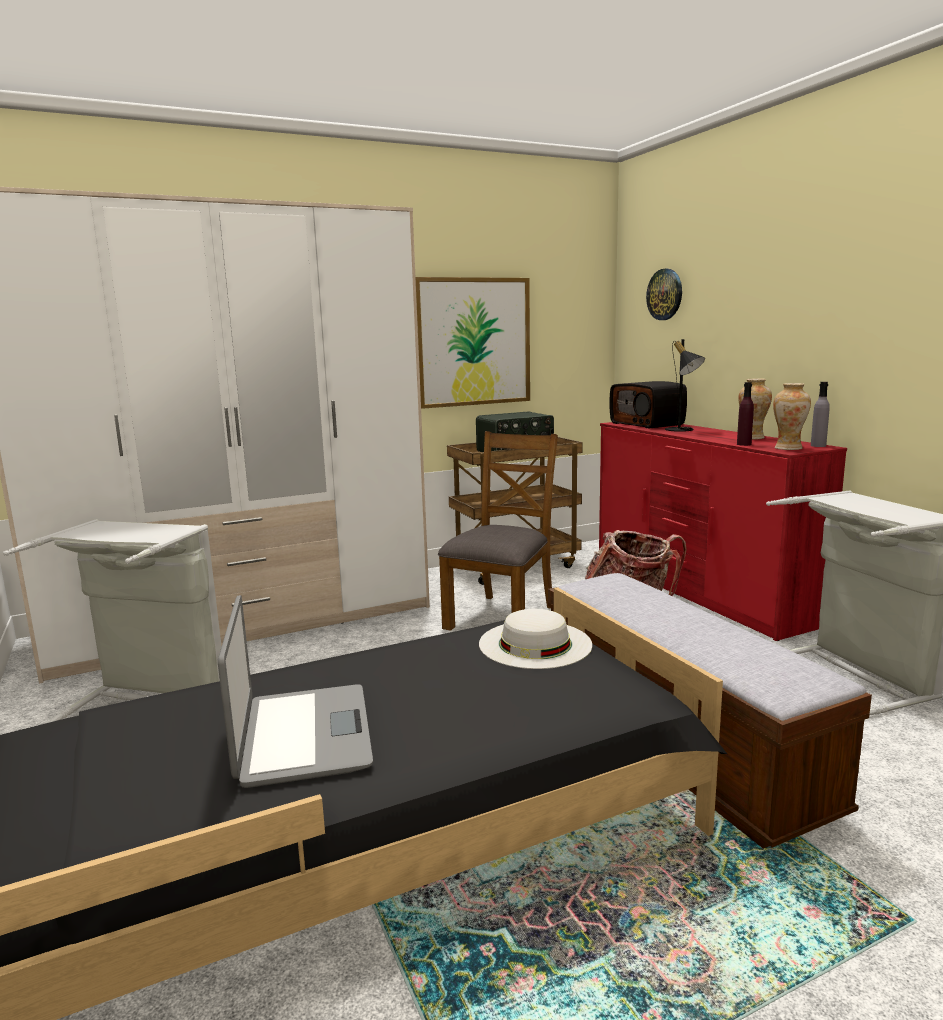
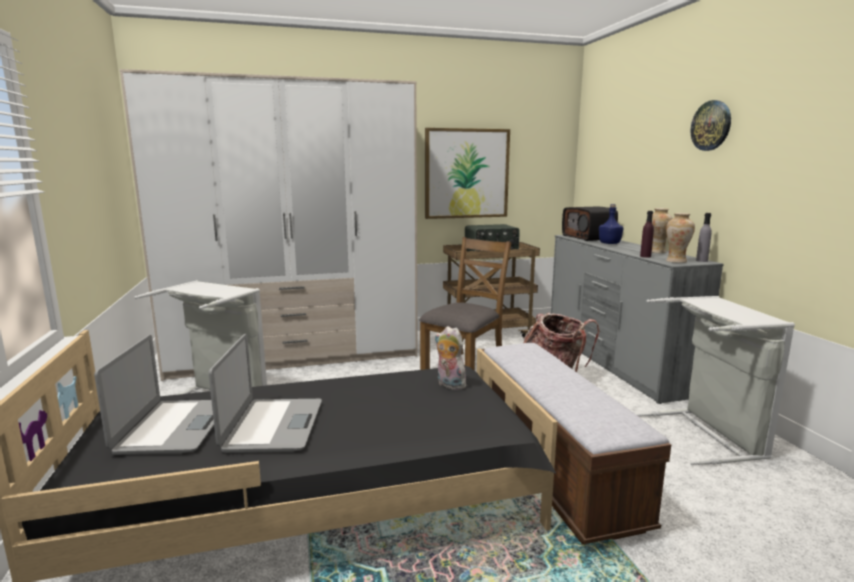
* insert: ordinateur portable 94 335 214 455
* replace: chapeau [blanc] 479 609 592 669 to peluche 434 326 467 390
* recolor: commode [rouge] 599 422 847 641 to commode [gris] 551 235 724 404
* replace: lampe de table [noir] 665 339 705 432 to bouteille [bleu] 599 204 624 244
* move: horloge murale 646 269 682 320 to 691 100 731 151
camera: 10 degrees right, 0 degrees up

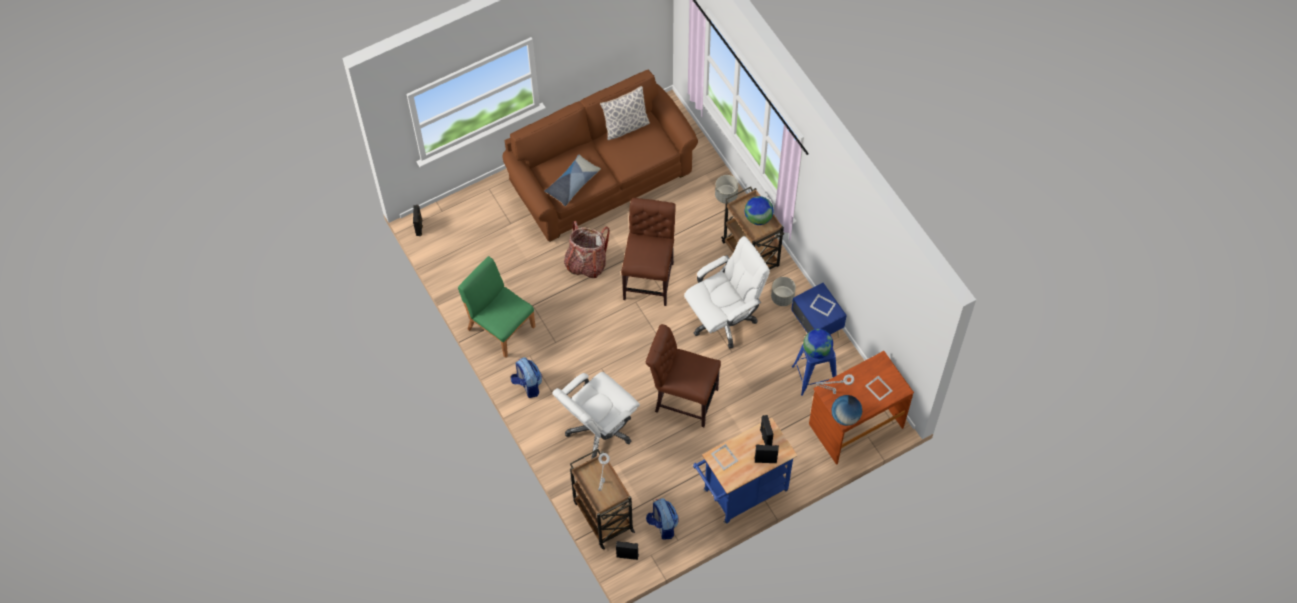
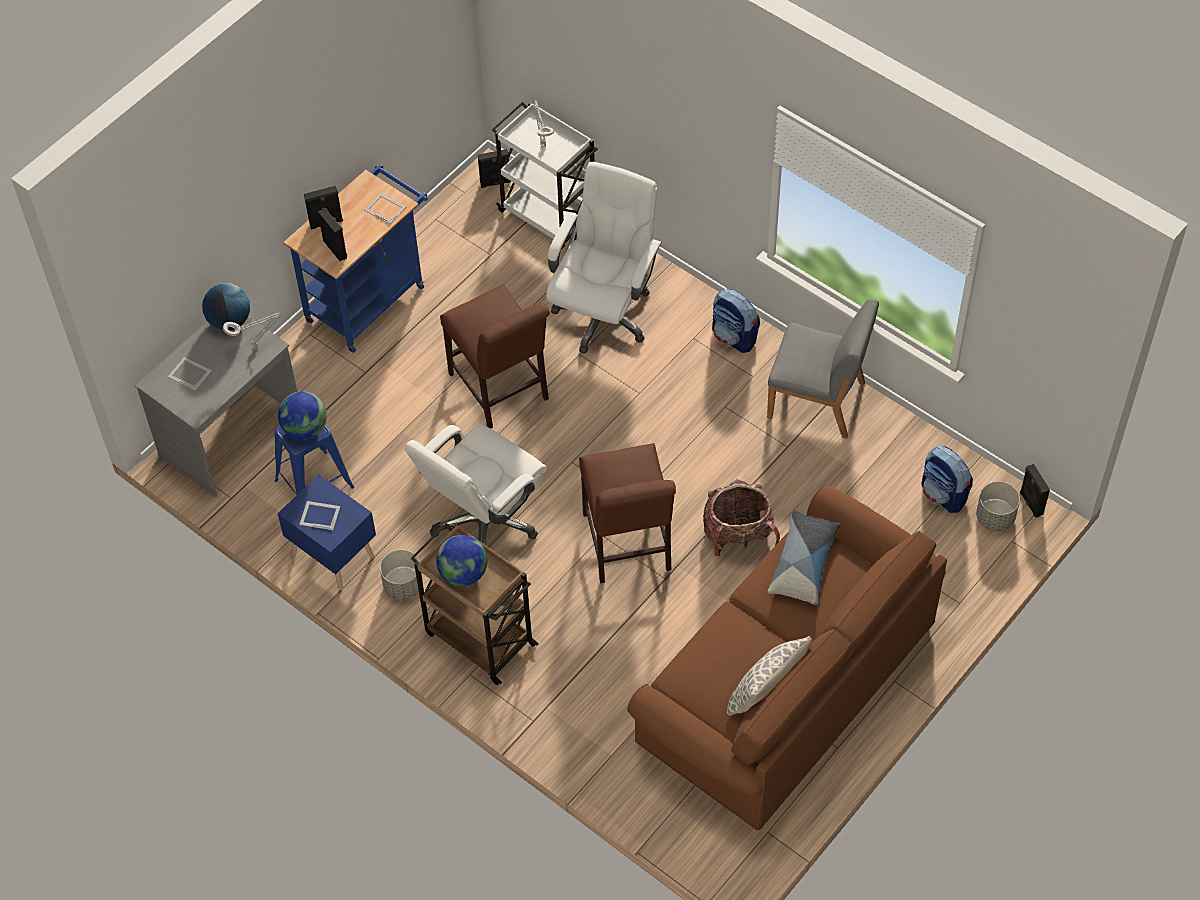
* recolor: bureau [marron] 809 351 914 465 to bureau [gris] 135 316 297 497
* rotate: chaise [marron] 646 324 721 427 = 440 284 550 429 60 degrees clockwise
* recolor: chariot [marron] 570 449 635 550 to chariot [blanc] 492 101 598 249
* recolor: chaise [vert] 458 256 535 358 to chaise [gris] 767 299 879 439
* move: sac à dos 646 498 679 540 to 921 445 973 513
* move: cache-pot [gris] 715 175 738 204 to 976 481 1020 531
camera: 160 degrees right, 5 degrees down

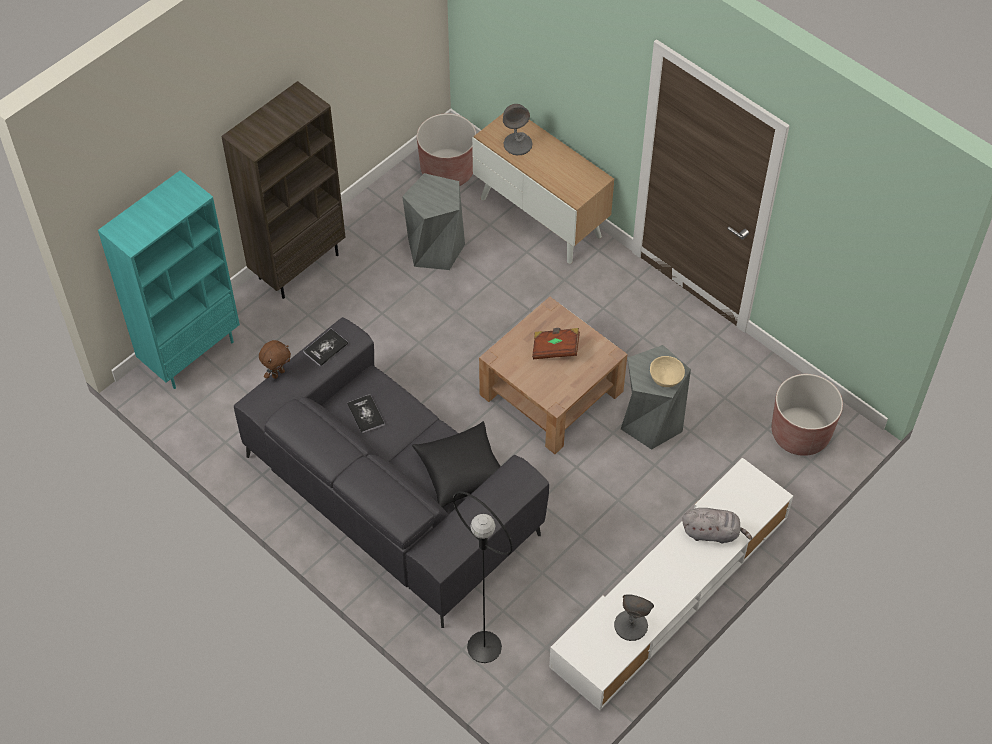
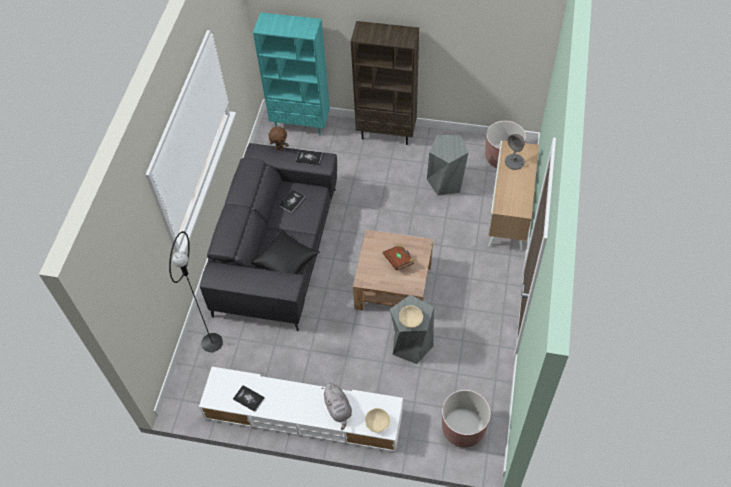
* replace: lampe de table [gris] 614 594 654 641 to livre 233 385 265 412
* insert: bol [beige] 365 408 390 433
camera: 60 degrees right, 0 degrees up

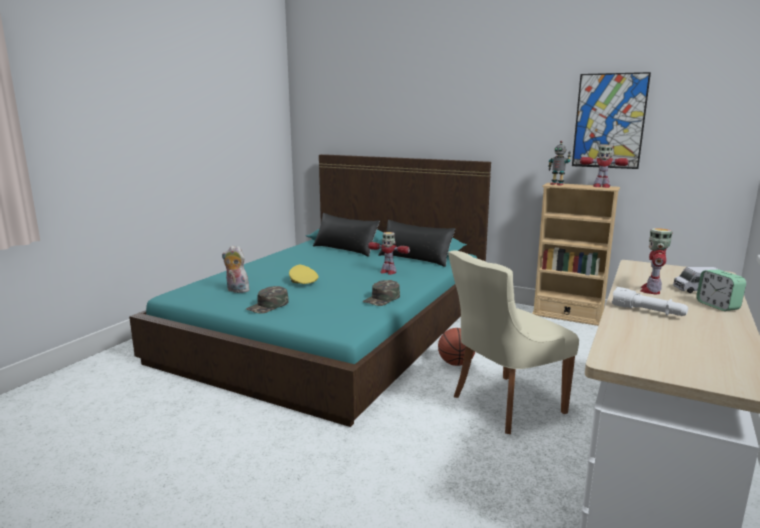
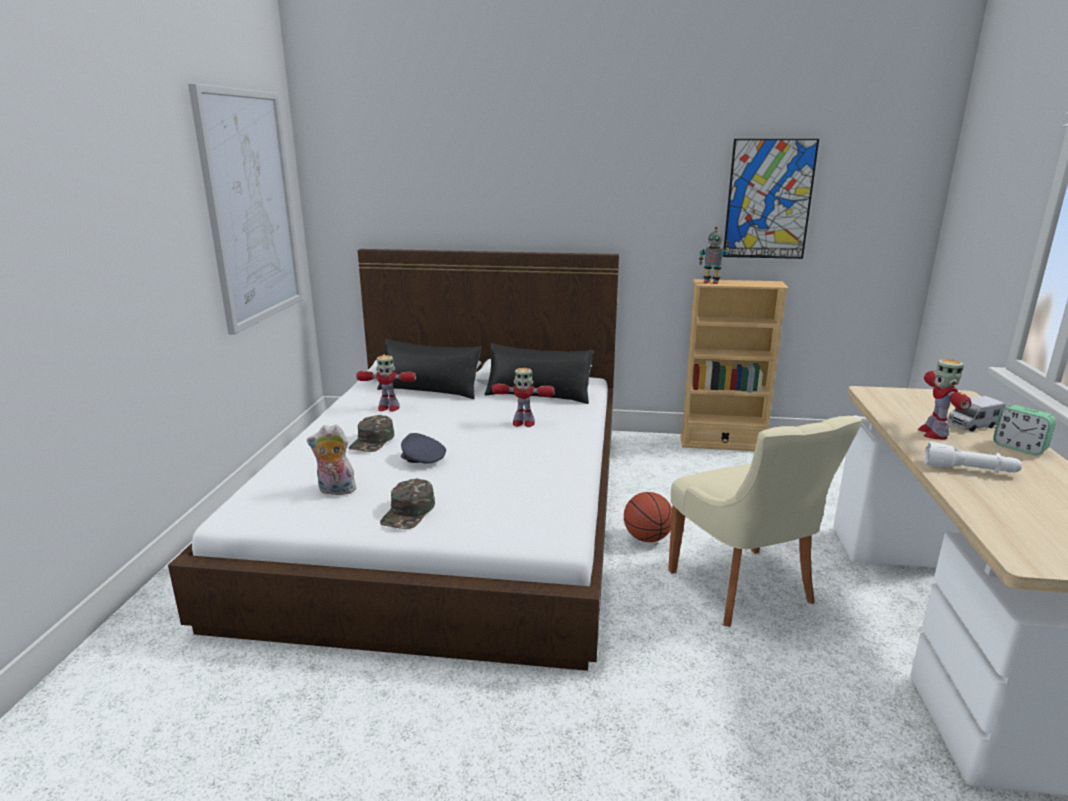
* recolor: lit [turquoise] 129 154 491 427 to lit [blanc] 168 249 619 671
* insert: tableau 188 83 303 335
* move: casquette [vert] 363 280 400 306 to 349 415 394 452
* move: robot jouet 580 145 628 188 to 356 355 416 412
* recolor: casquette [jaune] 289 264 318 284 to casquette [gris] 401 433 446 464
* rotate: chaise [beige] 448 251 579 434 = 668 416 862 627 60 degrees counterclockwise
camera: 20 degrees left, 5 degrees up

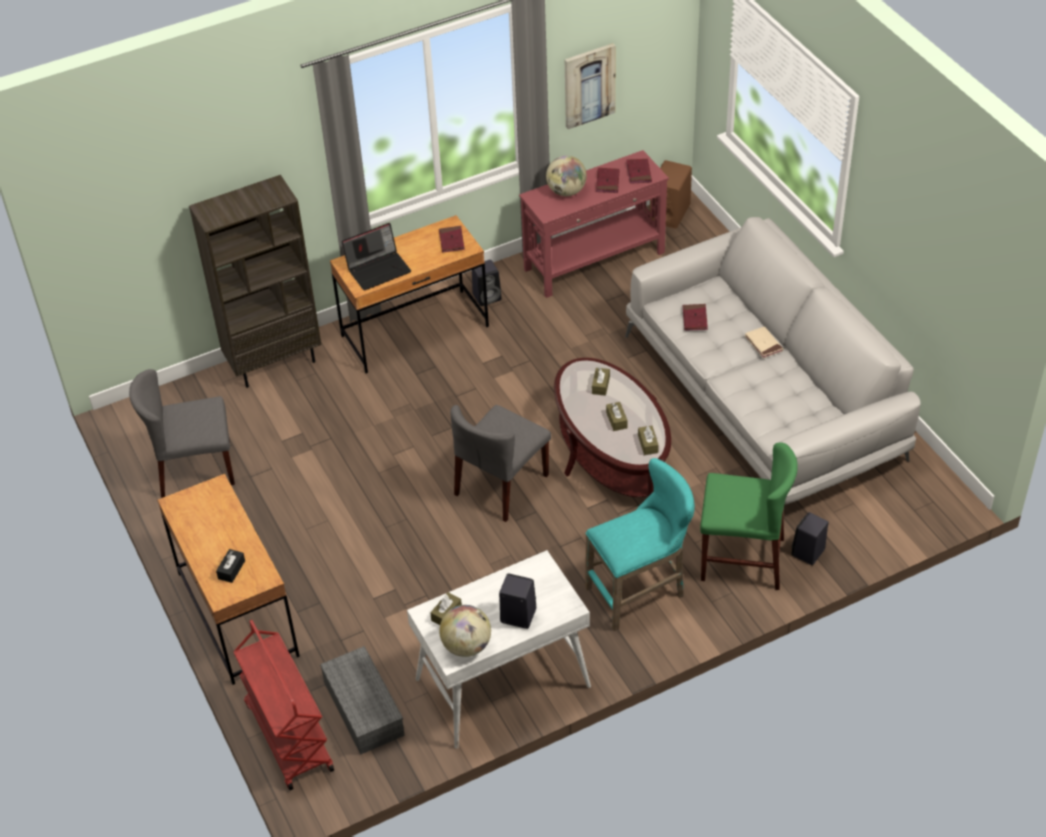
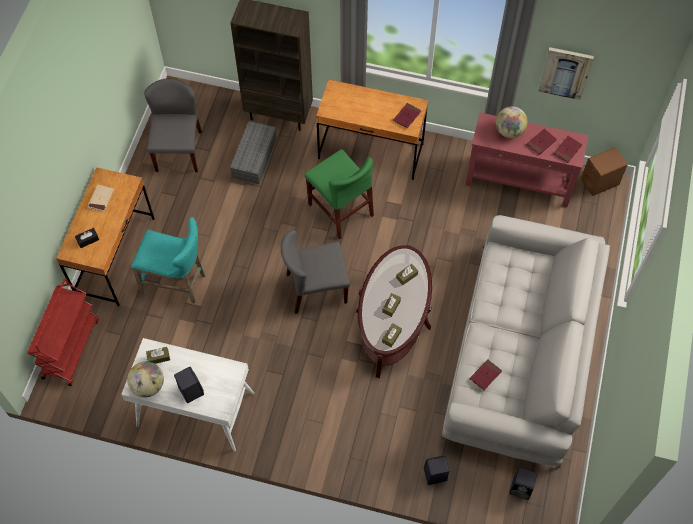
* move: livre [beige] 745 326 783 358 to 87 184 114 212
* move: tabouret [turquoise] 585 458 695 631 to 131 217 205 304
* rotate: chaise [gris] 129 369 235 498 = 144 78 202 172 60 degrees clockwise
* move: boîte de rangement [gris] 320 646 405 755 to 230 121 277 184
* move: chaise [vert] 700 442 798 590 to 305 149 374 239
* move: livre [rouge] 683 304 708 331 to 470 359 502 390
* move: enceinte [noir] 472 260 502 306 to 509 468 537 500
* delete: ordinateur portable 342 223 411 290
camera: 40 degrees right, 15 degrees up

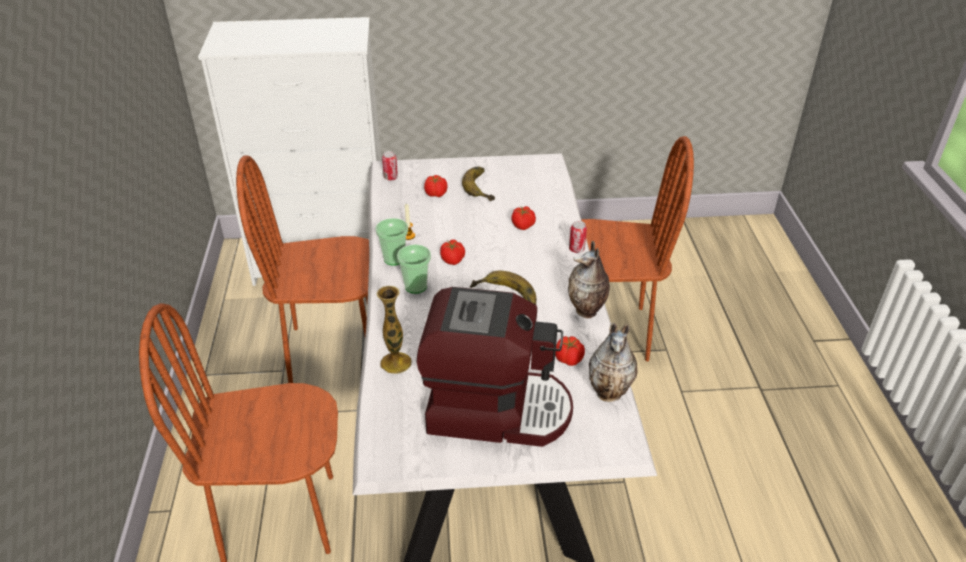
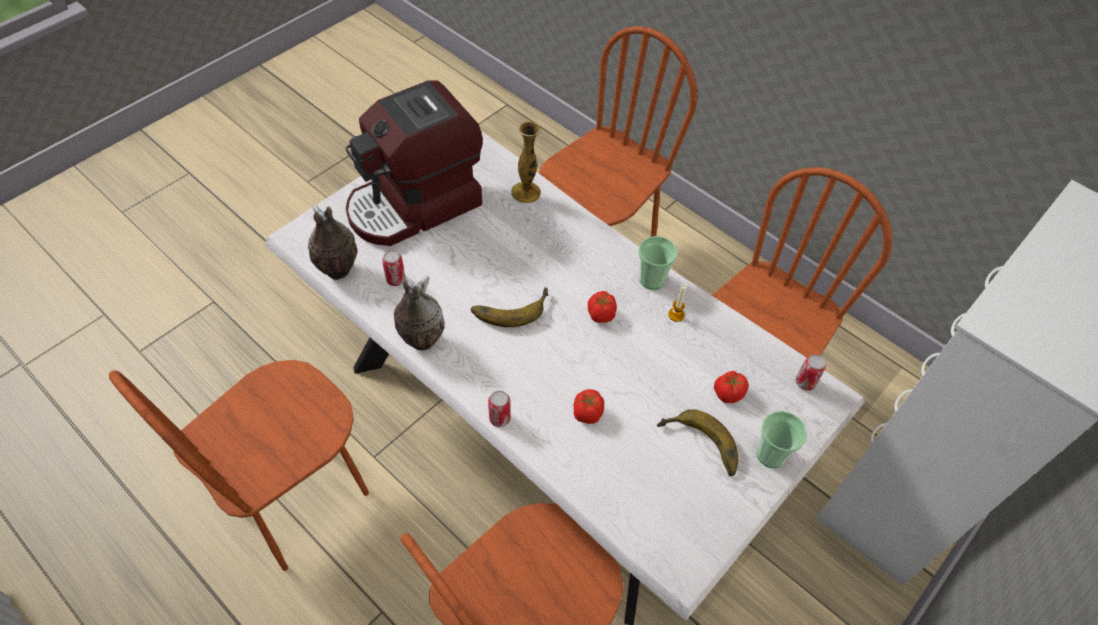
* insert: chaise [marron] 109 360 369 571
* replace: tomate 555 336 585 366 to boîte métallique 382 250 405 286
* move: tasse 397 244 431 294 to 757 411 807 468
camera: 135 degrees right, 15 degrees up

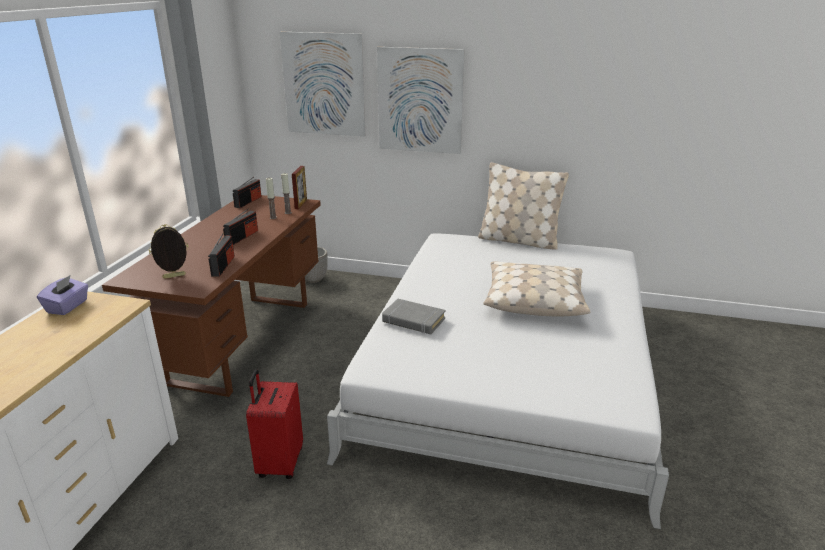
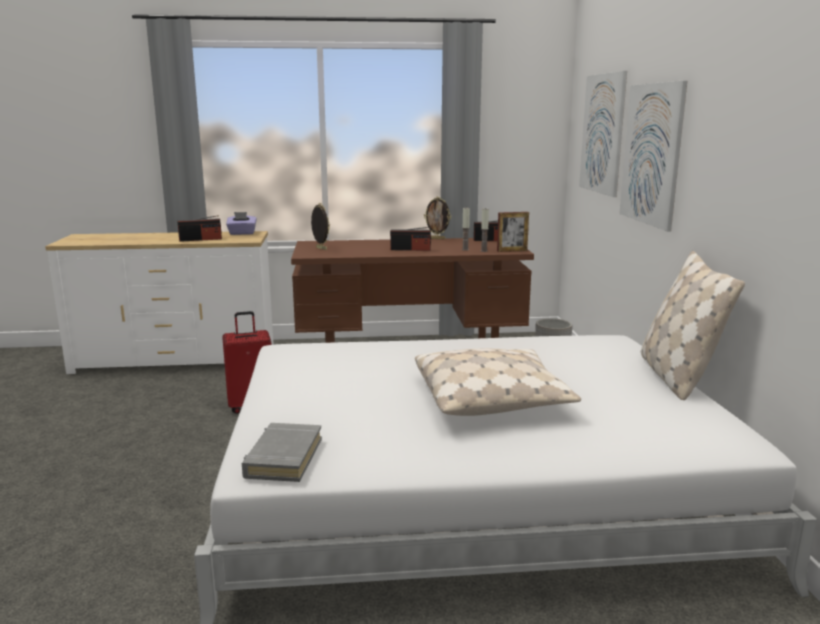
* move: radio 208 233 235 277 to 177 215 222 242
* move: livre [gris] 382 299 445 334 to 242 423 322 482
* insert: cadre photo 424 197 451 239
camera: 70 degrees right, 10 degrees down

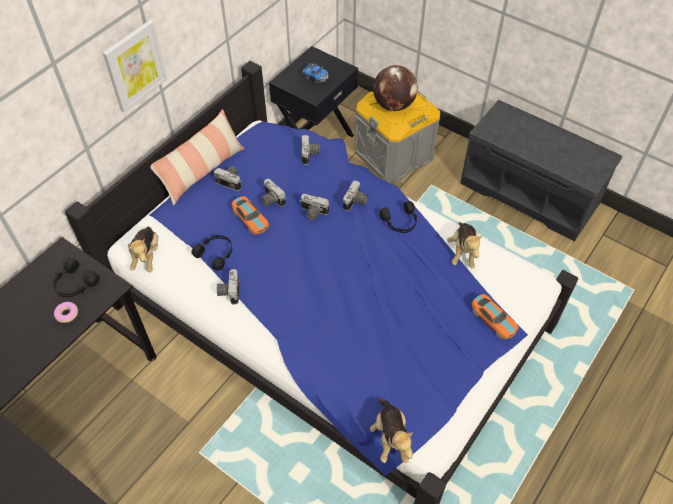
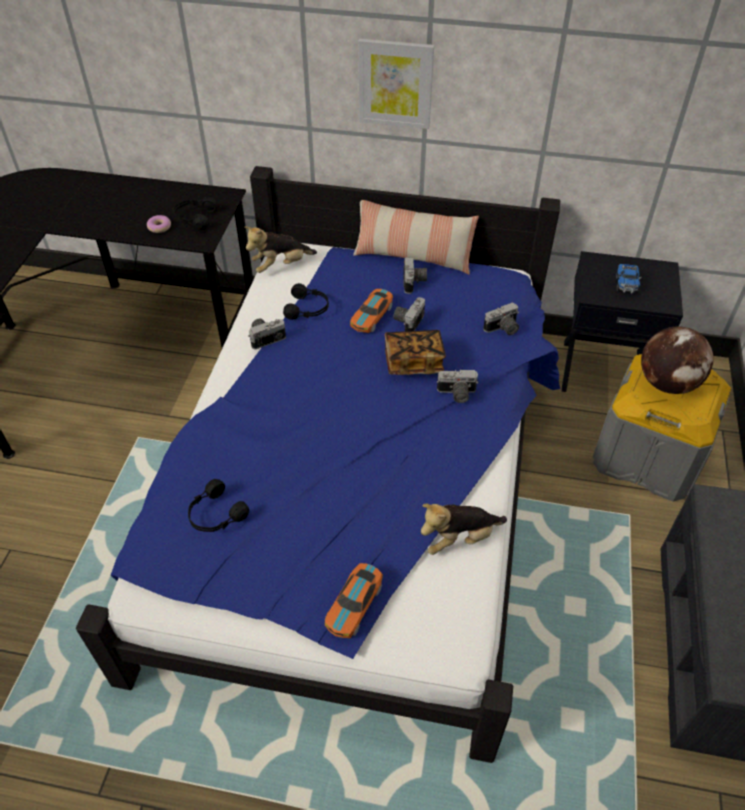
* move: casque audio [noir] 379 201 417 233 to 188 479 249 532
* replace: appareil photo 300 194 329 220 to livre 384 330 446 375
* delete: peluche 370 398 413 463
camera: 65 degrees right, 5 degrees down

